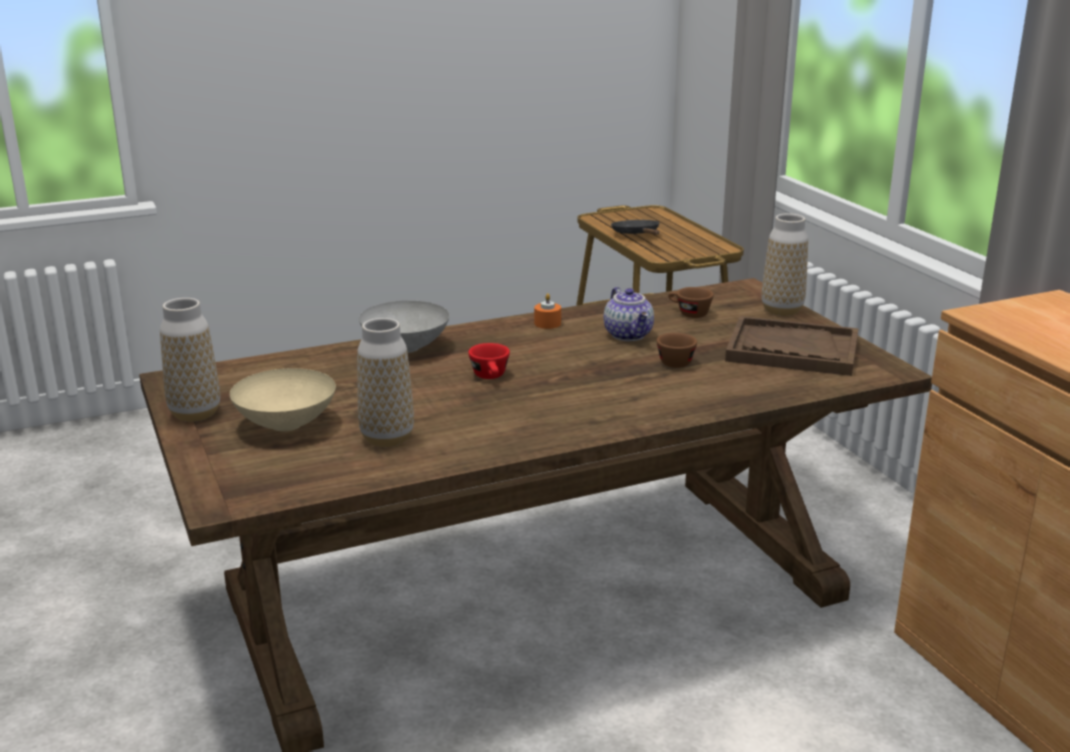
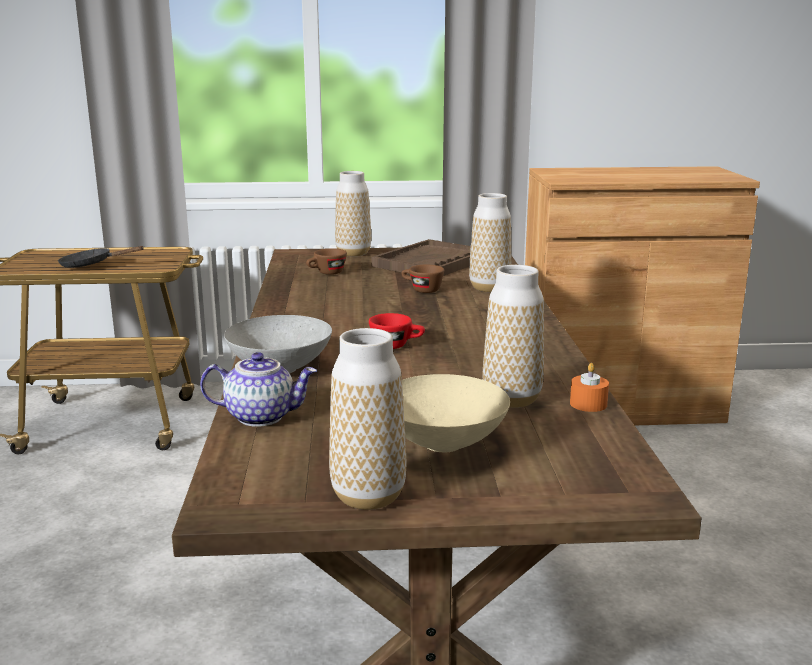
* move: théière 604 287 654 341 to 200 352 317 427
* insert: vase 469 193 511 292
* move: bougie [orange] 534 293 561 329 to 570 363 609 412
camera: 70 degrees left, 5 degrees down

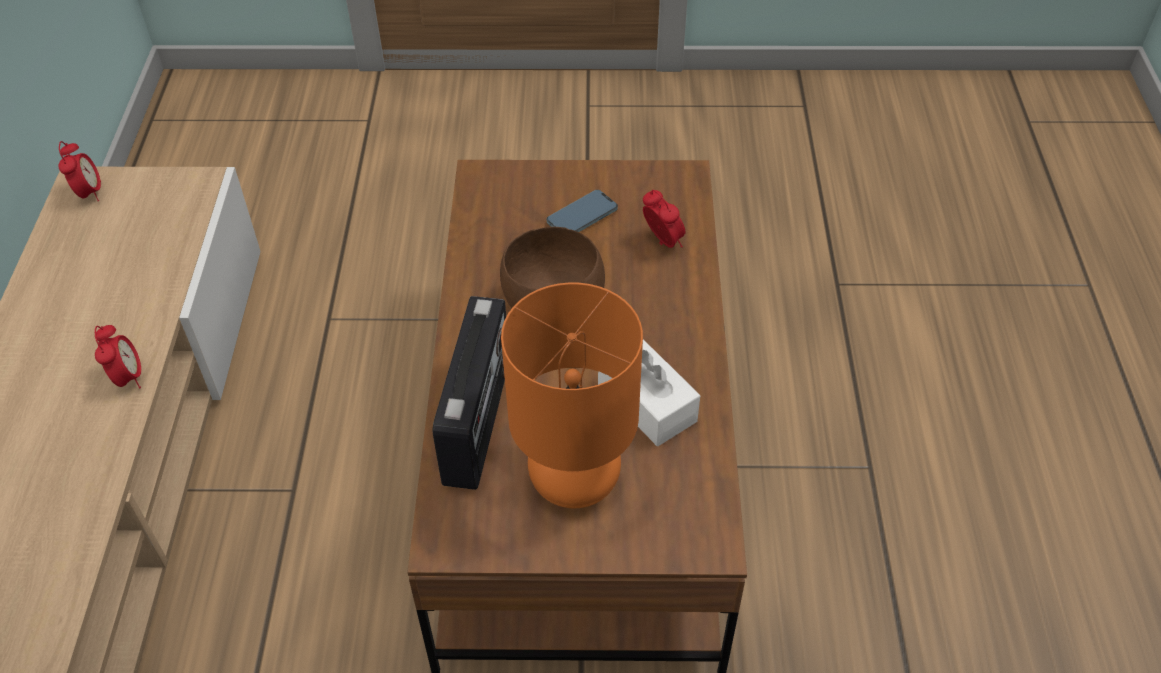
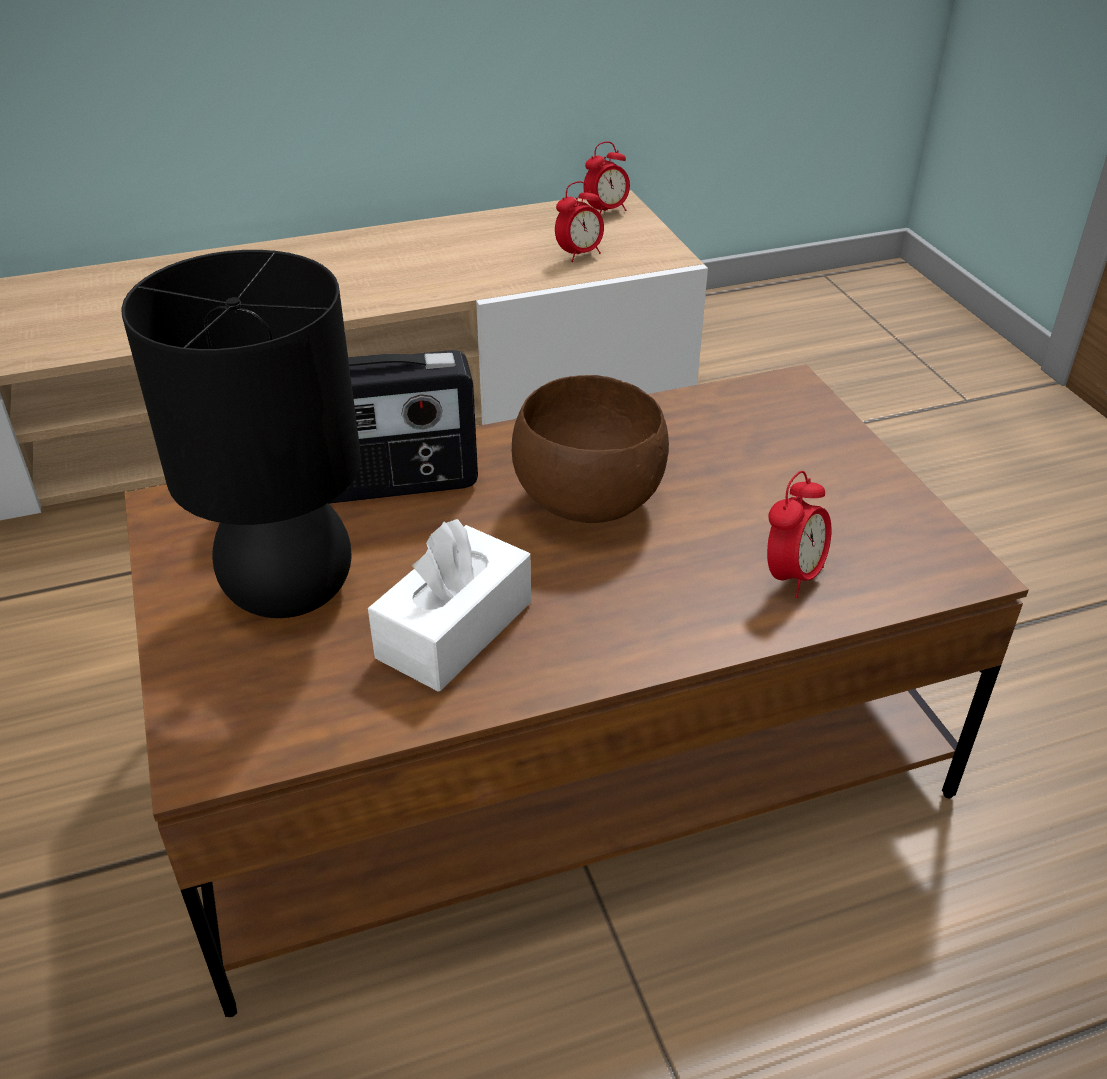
* recolor: lampe de table [orange] 501 283 643 508 to lampe de table [noir] 121 250 361 618
* move: réveil 95 325 141 389 to 555 181 604 262
* delete: téléphone 547 190 618 232
camera: 70 degrees right, 10 degrees down

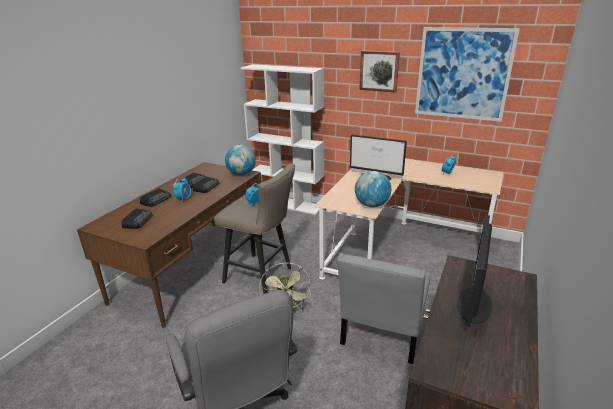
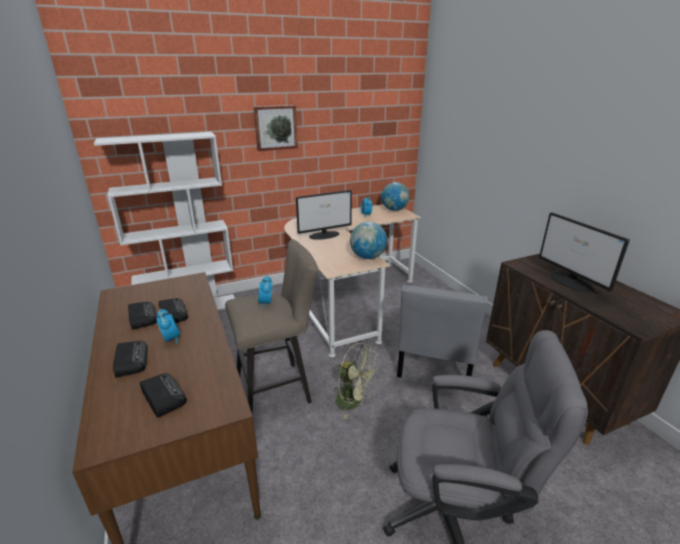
* move: globe 225 145 256 176 to 381 182 410 211
* rotate: chaise [gris] 337 253 430 364 = 397 284 488 378 45 degrees clockwise
* delete: tableau 415 27 520 122
camera: 50 degrees left, 0 degrees up

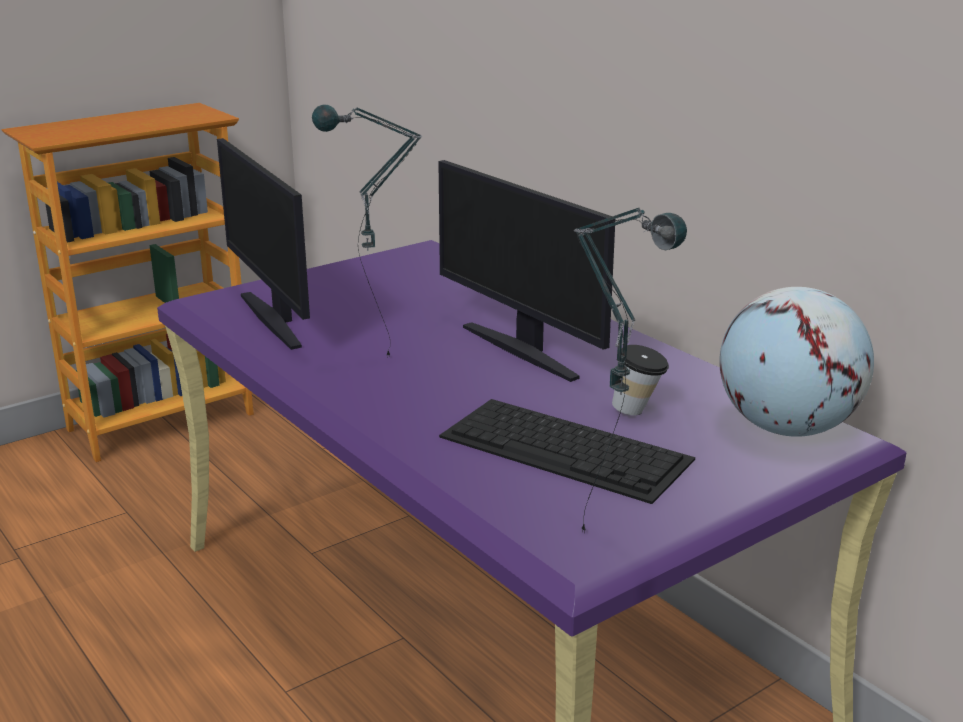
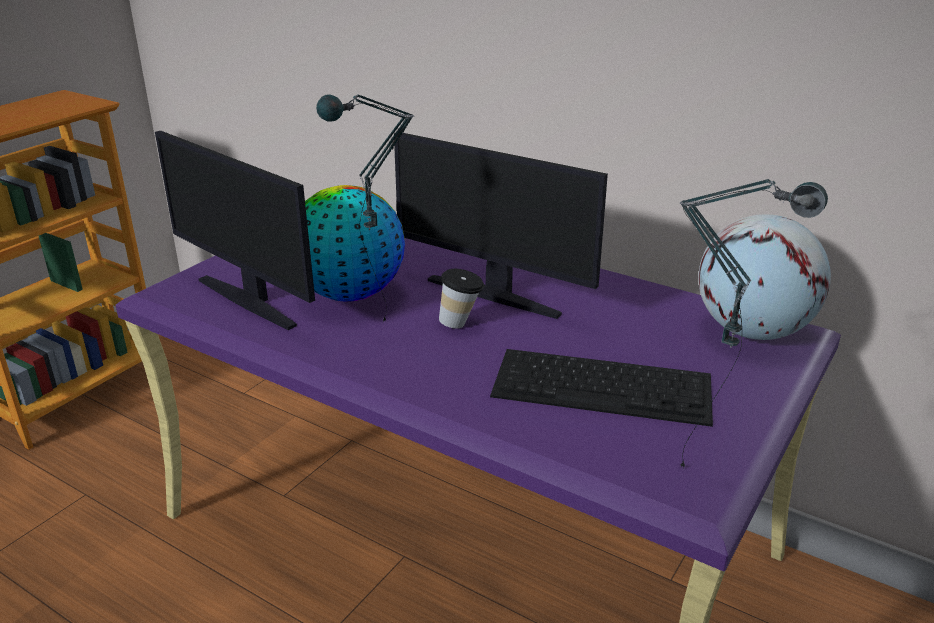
* insert: globe 305 185 405 302
* move: tasse 612 345 669 416 to 439 269 484 329
camera: 20 degrees left, 5 degrees up

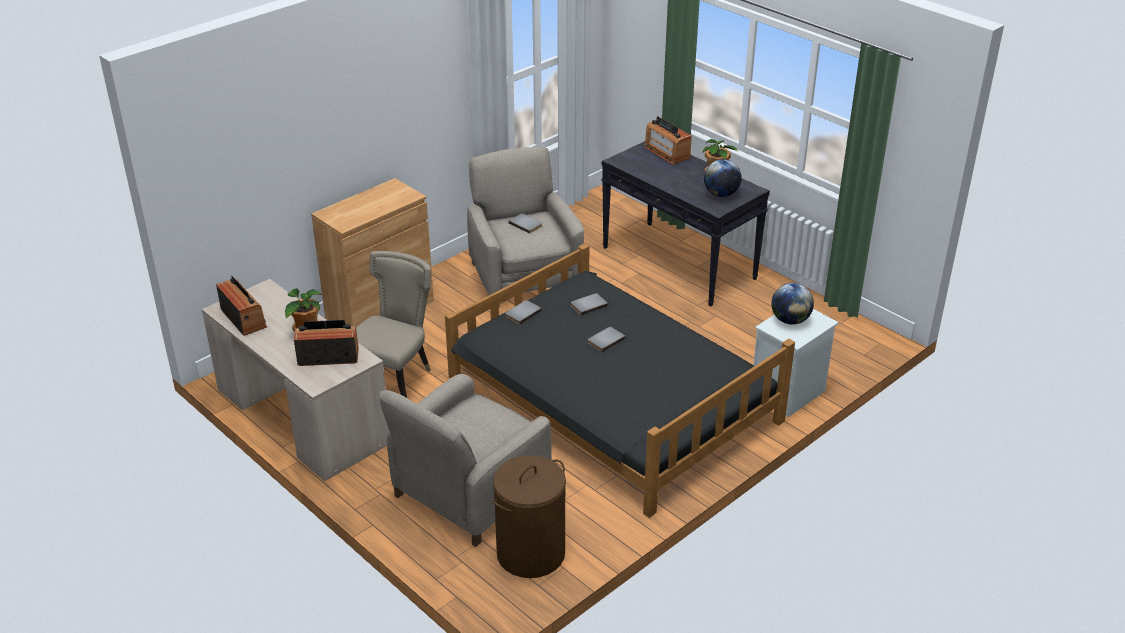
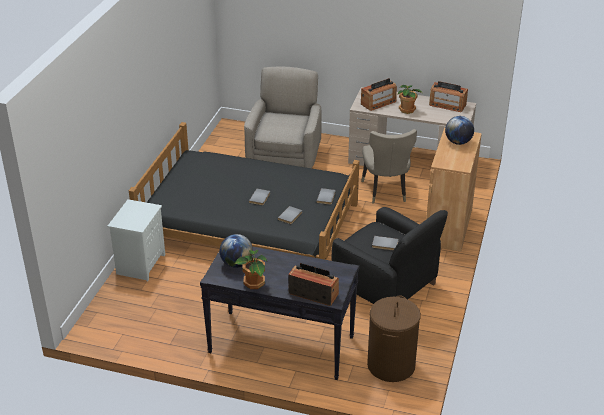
* recolor: fauteuil [beige] 467 147 584 306 to fauteuil [noir] 331 207 448 304
* move: panier à linge [marron] 492 455 566 578 to 367 296 421 382
* move: globe 771 283 814 325 to 445 116 474 145
camera: 150 degrees right, 0 degrees up

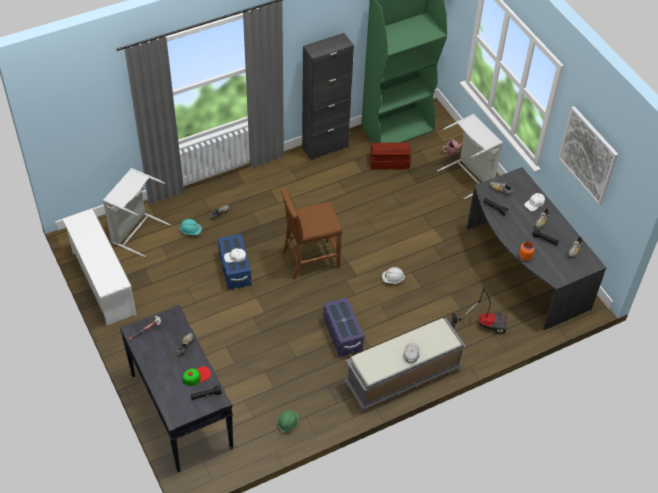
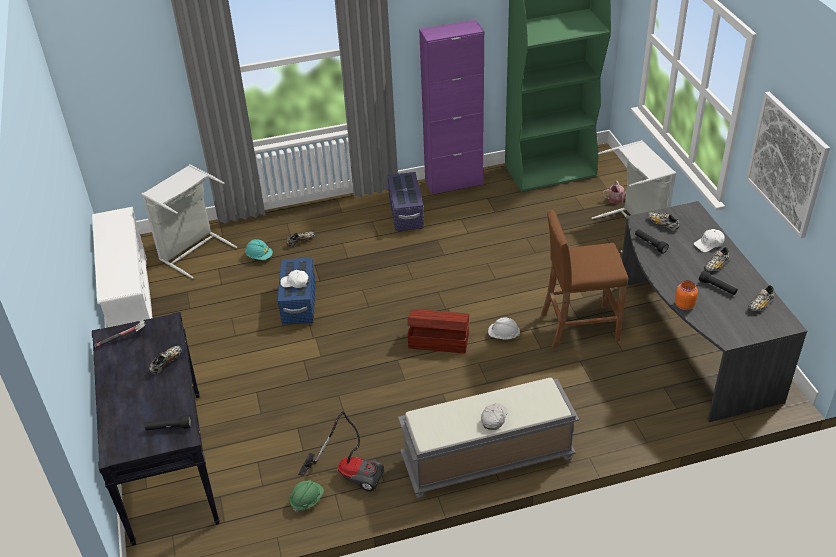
* move: aspirateur 451 285 507 334 to 298 412 384 492
* move: boîte de rangement [violet] 323 298 364 357 to 388 172 424 231
* move: boîte de rangement [marron] 370 142 411 170 to 407 309 469 353
* recolor: meuble de rangement [noir] 302 33 354 160 to meuble de rangement [violet] 419 20 484 195
* move: tabouret [marron] 282 188 342 279 to 541 210 628 348
* delete: casquette 182 366 211 386
camera: 15 degrees right, 10 degrees down

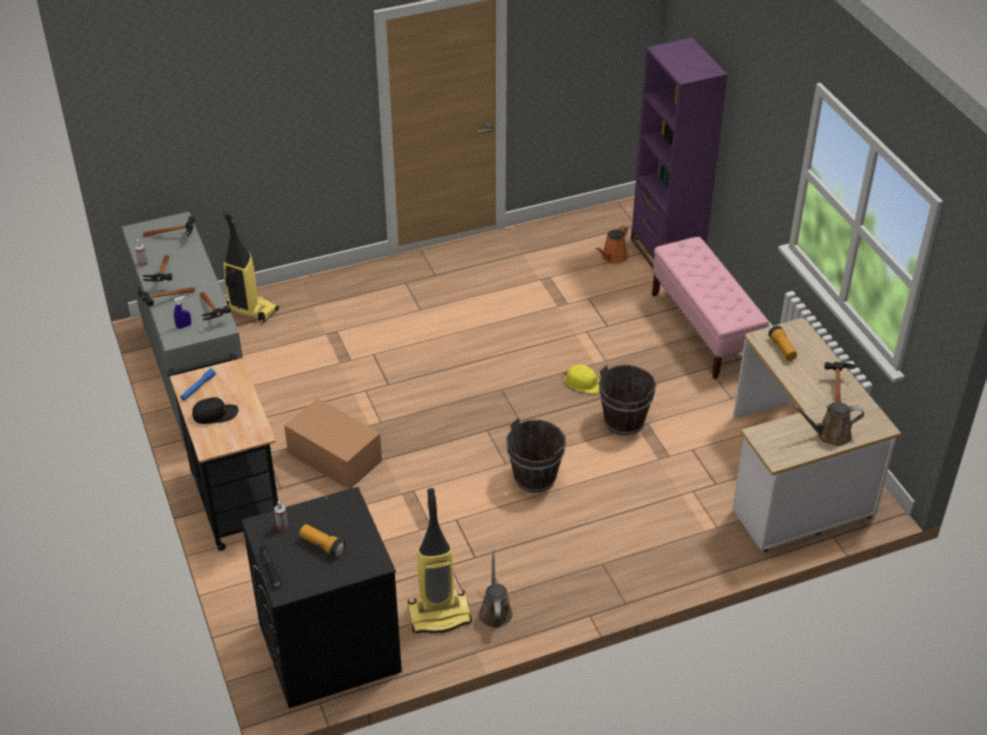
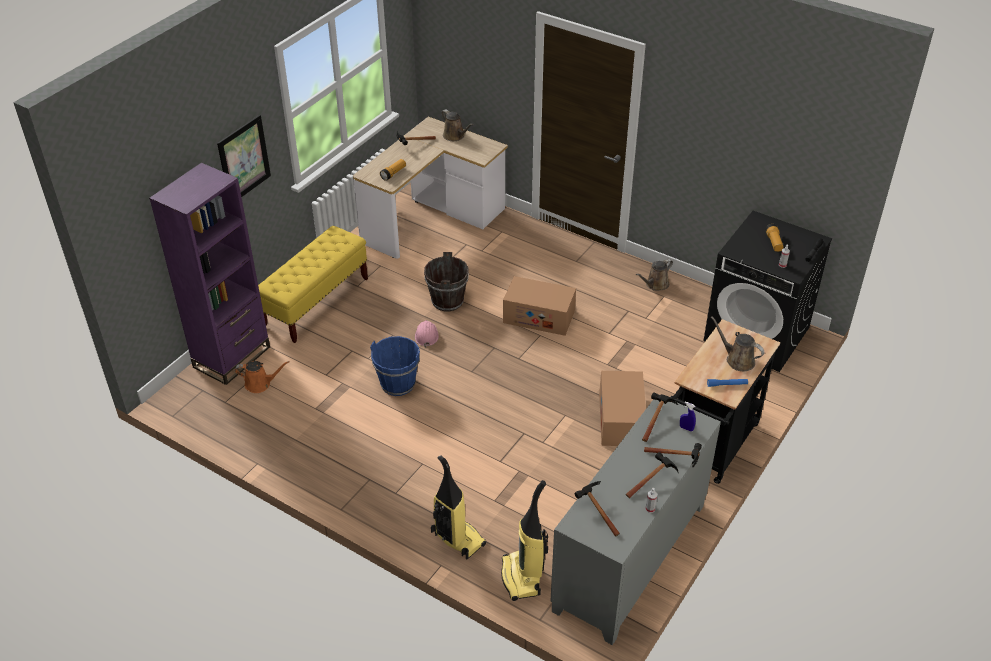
* insert: tableau 217 115 271 197
* recolor: banc [rose] 652 237 769 379 to banc [jaune] 258 226 368 343
* insert: seau [bleu] 370 336 420 396
* recolor: casque de chantier [jaune] 564 365 599 394 to casque de chantier [rose] 415 320 439 347
* move: aspirateur 408 488 472 633 to 431 455 486 560
* replace: seau [marron] 506 418 566 493 to carton 503 276 576 336
* replace: casquette [noir] 192 397 239 424 to arrosoir [marron] 711 317 764 371
camera: 125 degrees left, 0 degrees up

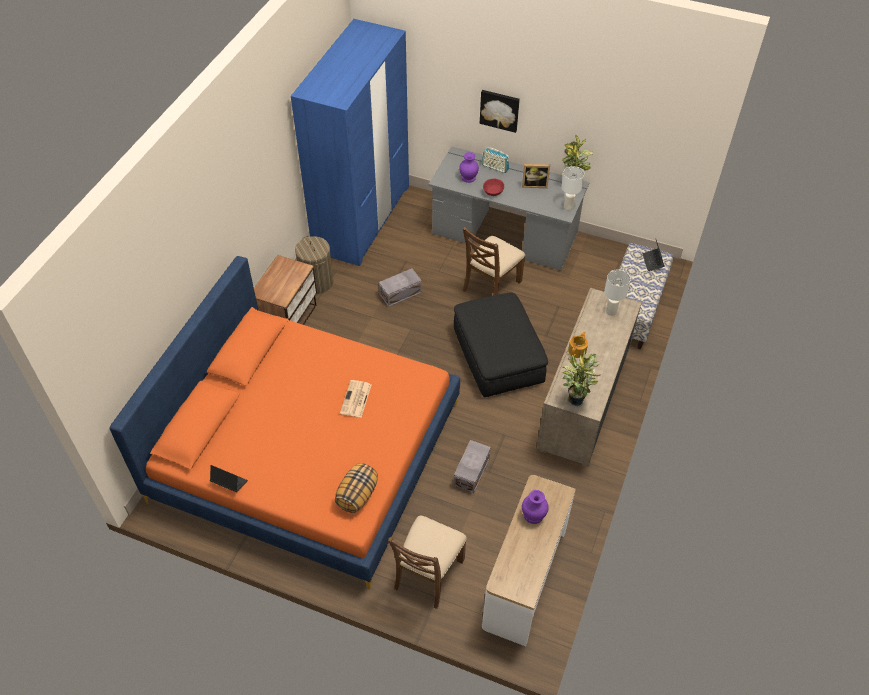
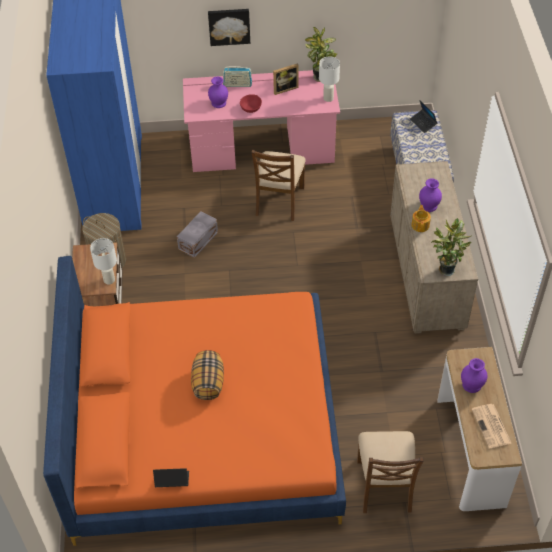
* move: lampe de table [blanc] 604 269 631 316 to 90 238 117 284
* recolor: bureau [gris] 429 146 590 270 to bureau [rose] 183 70 340 172
* move: coussin 335 463 378 513 to 191 350 224 400
* insert: vase [violet] 419 178 442 212
* move: journal 340 380 371 418 to 472 404 511 449
* delete: boîte de rangement [gris] 453 440 491 493
* delete: pouf [noir] 454 292 548 397
camera: 25 degrees left, 0 degrees up

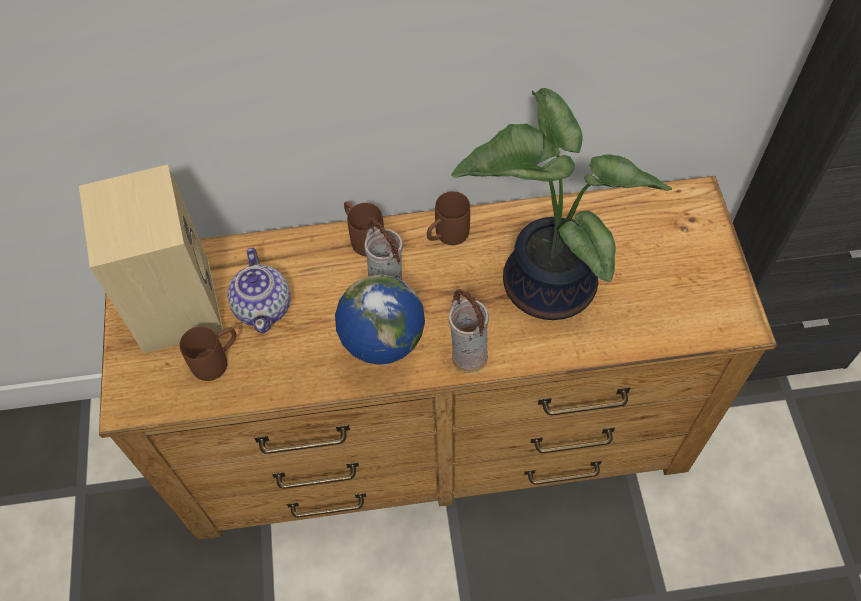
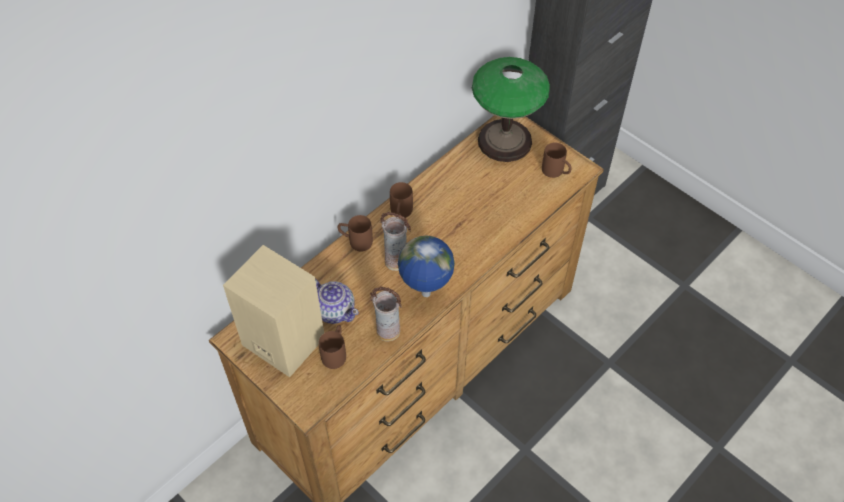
* move: vase 449 289 489 373 to 370 287 402 341
* insert: lampe de table 472 57 550 162
* insert: mug [marron] 542 142 572 178
* delete: plante en pot 451 88 672 320
camera: 40 degrees left, 5 degrees down

